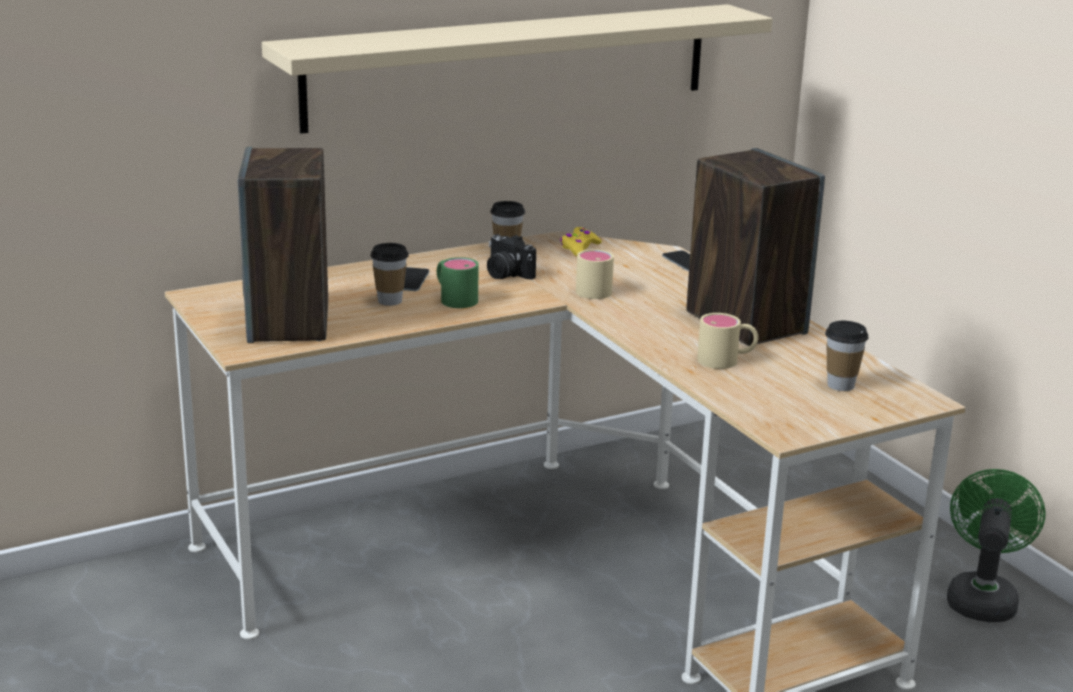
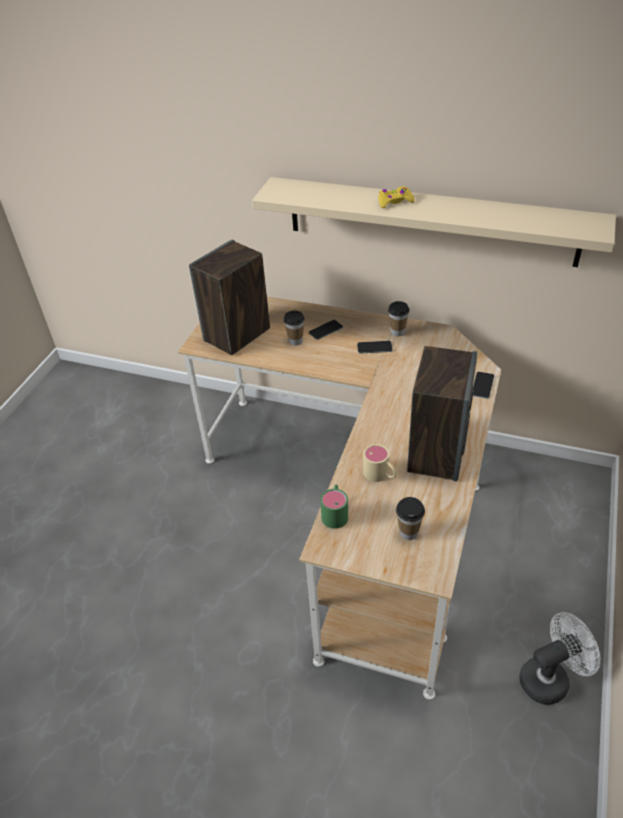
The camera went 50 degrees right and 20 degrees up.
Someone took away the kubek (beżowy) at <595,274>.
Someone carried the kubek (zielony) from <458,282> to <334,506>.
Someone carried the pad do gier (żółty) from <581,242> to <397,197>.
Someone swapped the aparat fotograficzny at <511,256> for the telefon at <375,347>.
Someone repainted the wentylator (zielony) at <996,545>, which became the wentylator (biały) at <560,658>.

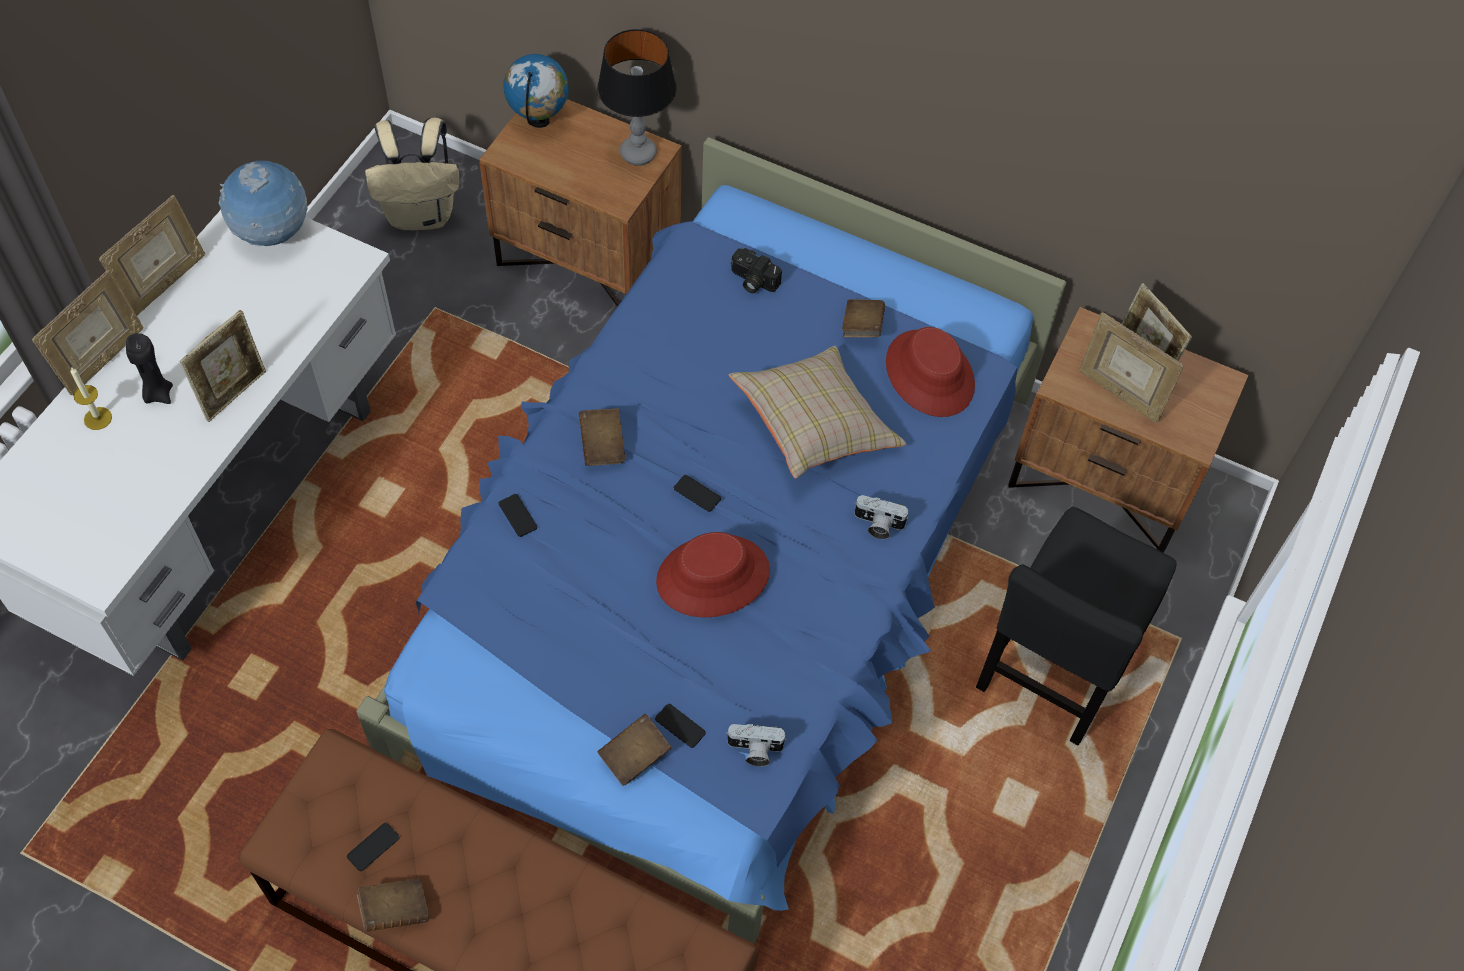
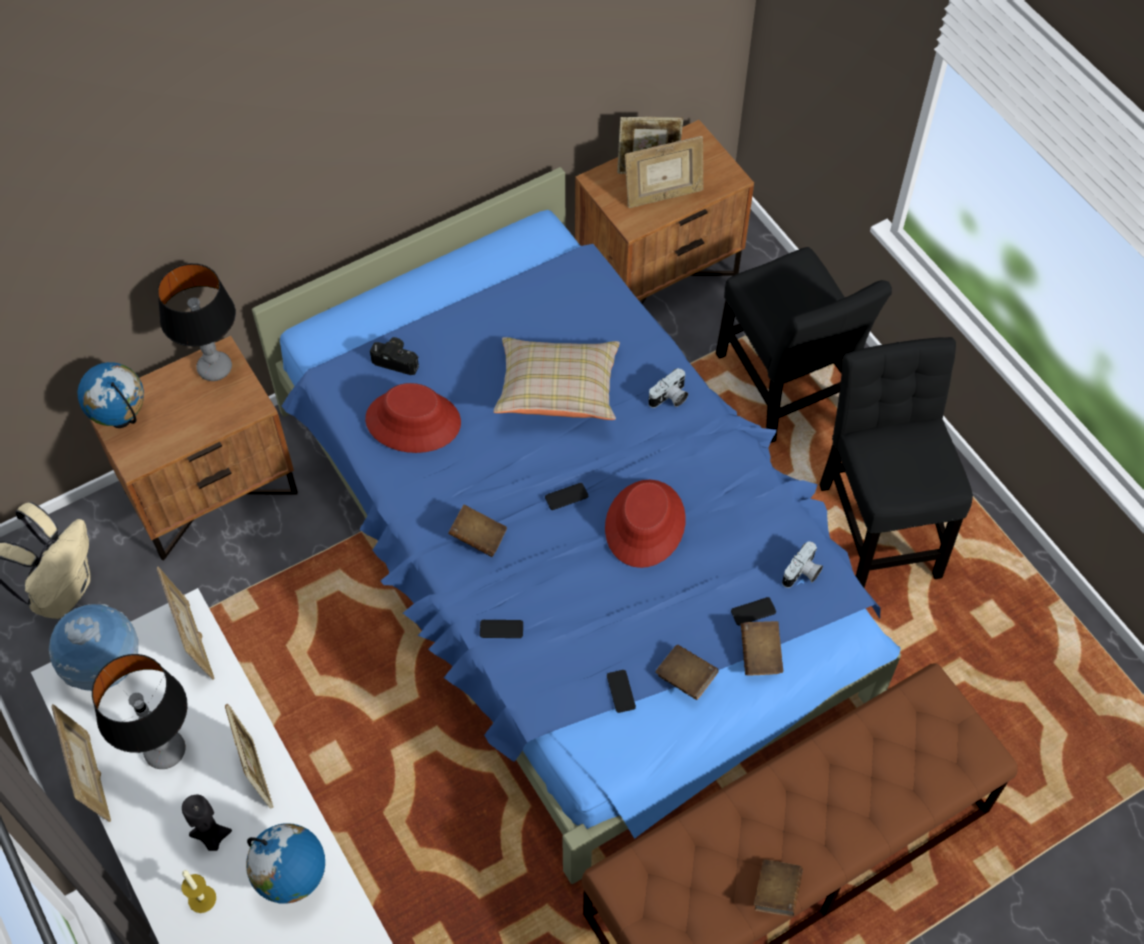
The camera went 55 degrees left and 0 degrees up.
Someone put down the lampa stołowa at <140,711>.
Someone put down the globus at <285,864>.
Someone put down the krzesło (czarny) at <896,462>.
Someone carried the ramka na zdjęcie from <87,332> to <186,623>.
Someone carried the telefon from <373,847> to <621,691>.
Someone carried the książka (brązowy) from <863,318> to <687,672>.
Someone carried the kapelusz (czerwony) from <930,372> to <413,418>.
Someone rotated the aparat fotograficzny at <756,270> by 135 degrees counterclockwise.

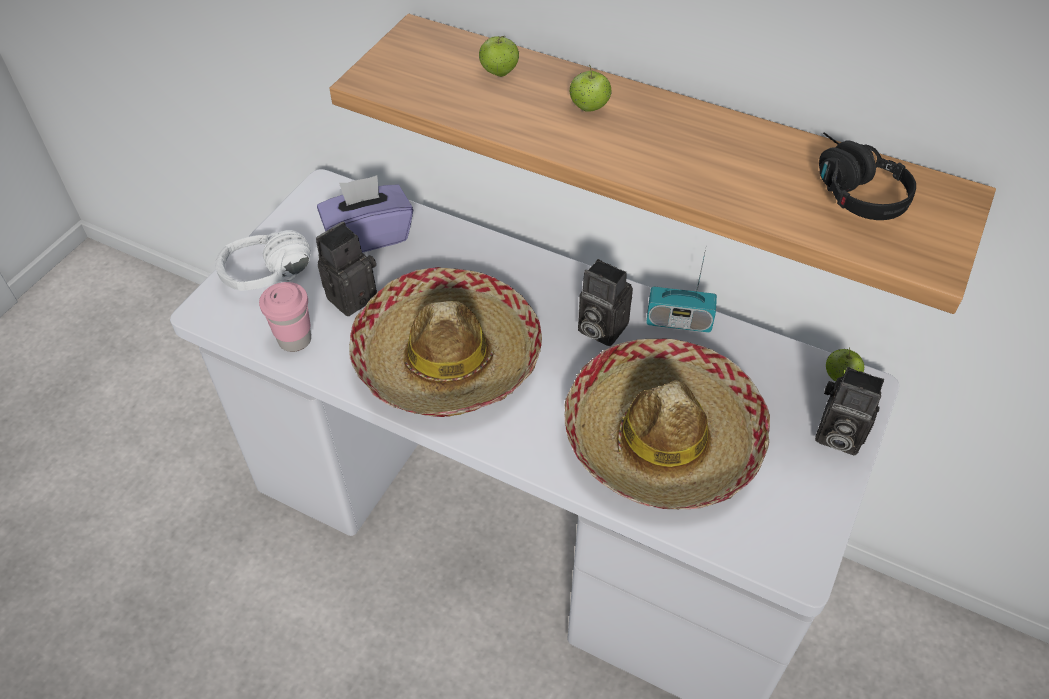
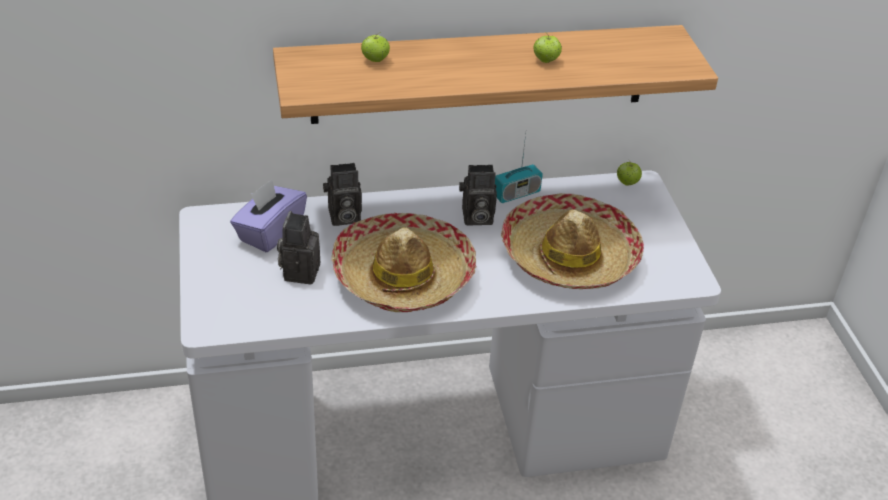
The camera went 40 degrees left and 10 degrees down.
Someone took away the słuchawki (biały) at <263,260>.
Someone took away the filiżanka (różowy) at <285,317>.
Someone took away the słuchawki (czarny) at <867,176>.
Someone carried the jabłko from <591,88> to <548,47>.
Someone carried the aparat fotograficzny from <849,411> to <342,194>.

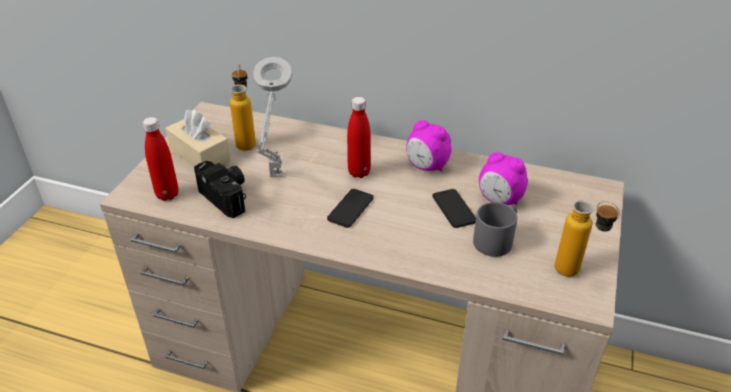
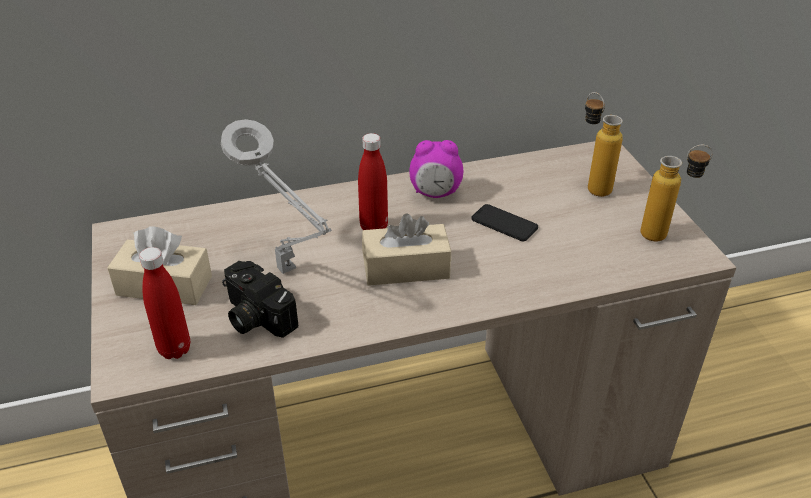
The camera went 35 degrees left and 0 degrees up.
Someone took away the kubek (szary) at <495,229>.
Someone took away the budzik at <503,178>.
Someone carried the butelka from <243,107> to <604,144>.
Someone swapped the telefon at <350,208> for the pudełko chusteczek (beżowy) at <406,249>.
Someone rotated the aparat fotograficzny at <220,189> by 150 degrees counterclockwise.

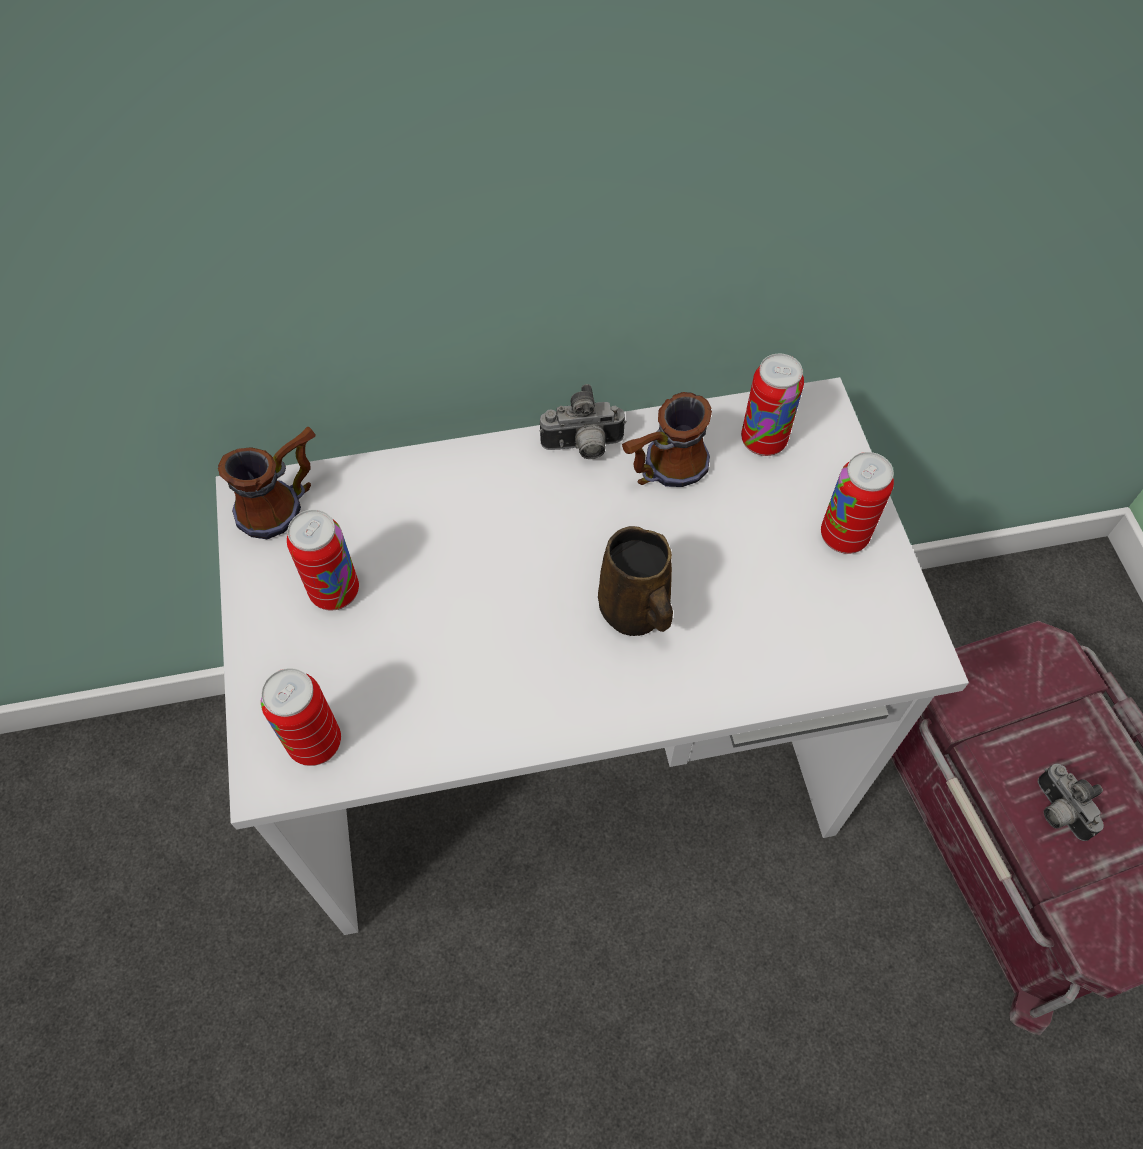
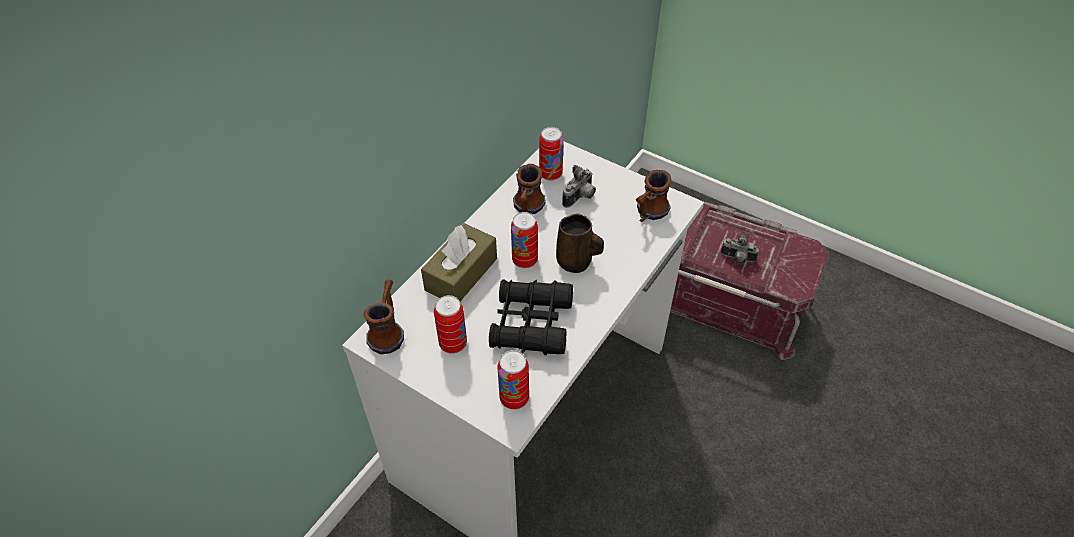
The camera went 45 degrees left and 10 degrees down.
Someone put down the pudełko chusteczek (brązowy) at <459,262>.
Someone put down the lornetka (czarny) at <531,317>.
Someone put down the kubek at <654,196>.
Someone carried the aparat fotograficzny from <583,421> to <579,186>.
Someone carried the puszka from <857,503> to <524,240>.

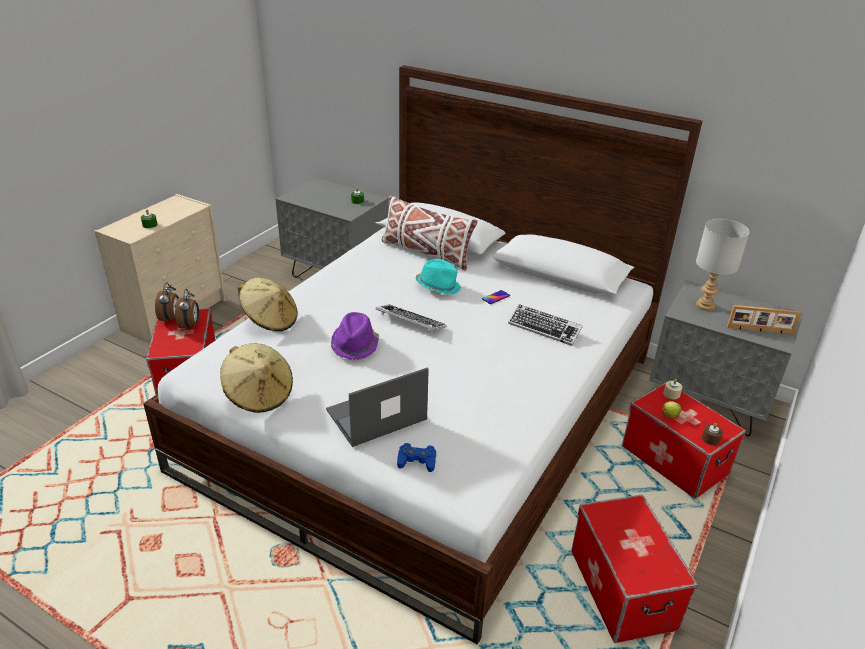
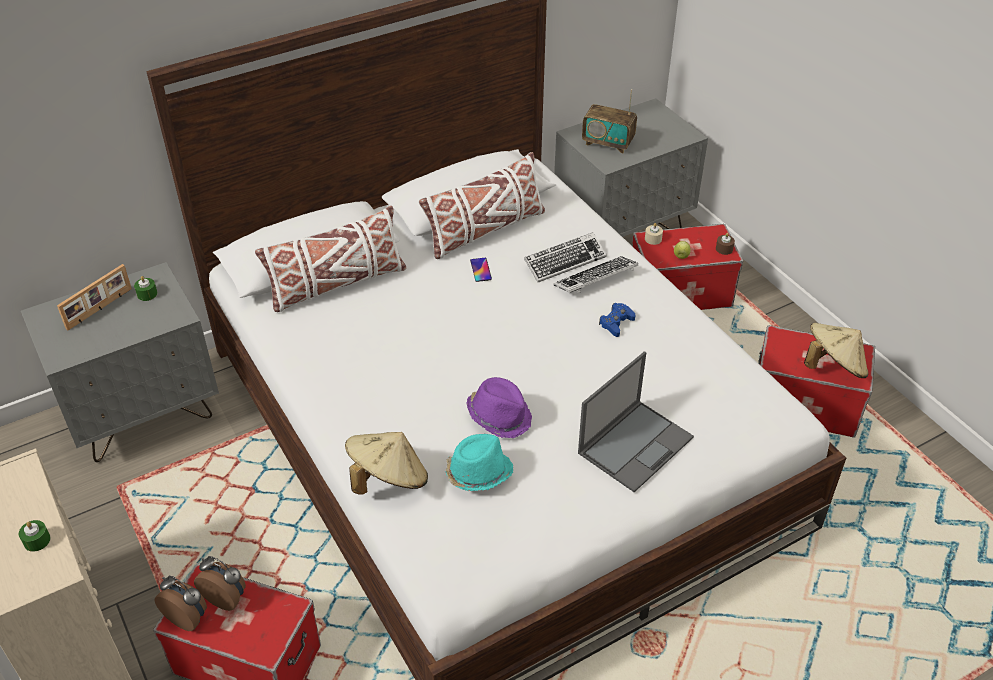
The camera went 60 degrees left and 10 degrees up.
Someone put down the poduszka (biały) at <482,205>.
Someone carried the kapelusz (beżowy) from <256,378> to <836,350>.
Someone carried the klawiatura from <411,318> to <596,274>.
Someone carried the pad do gier (niebieski) from <416,457> to <617,320>.
Someone carried the kapelusz (turkusowy) from <438,277> to <479,462>.
Someone carried the ramka na zdjęcie from <764,319> to <94,297>.
Someone swapped the lampa stołowa (szary) at <723,265> for the radio at <609,121>.
Someone rotated the laptop at <377,407> by 135 degrees counterclockwise.

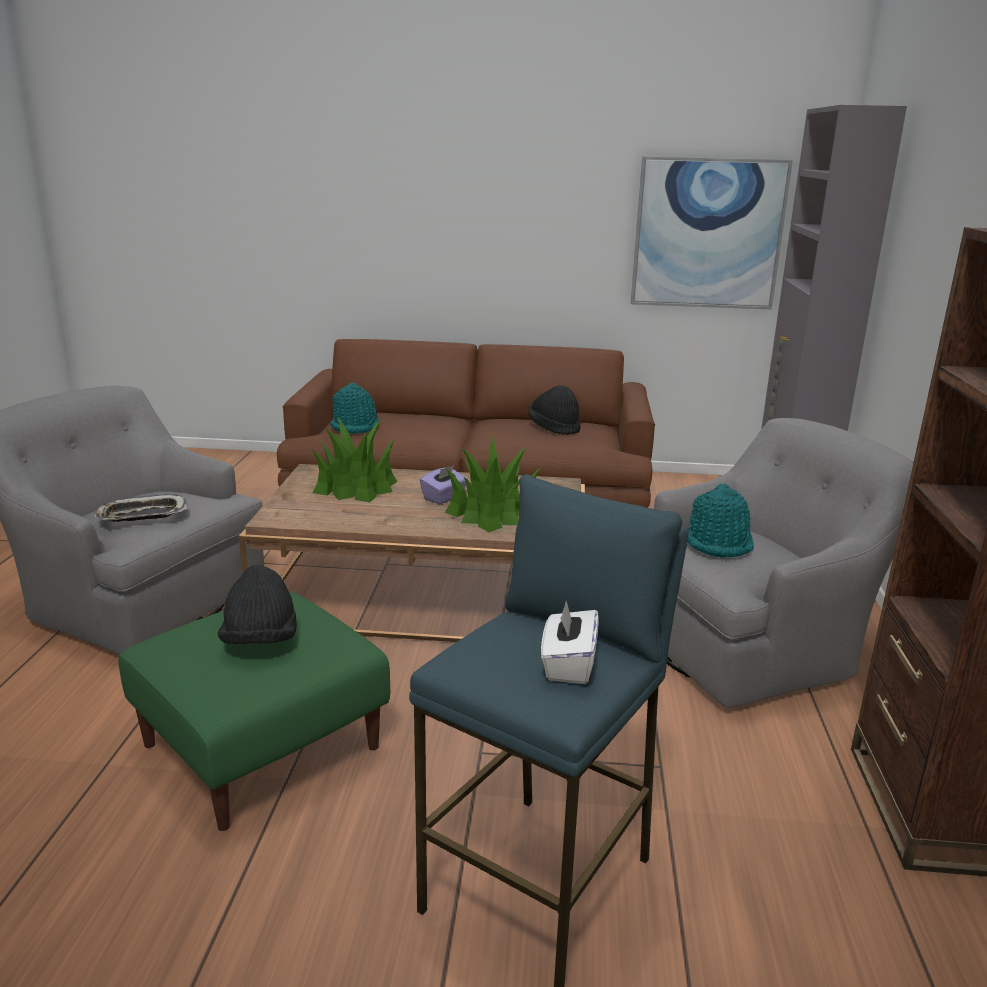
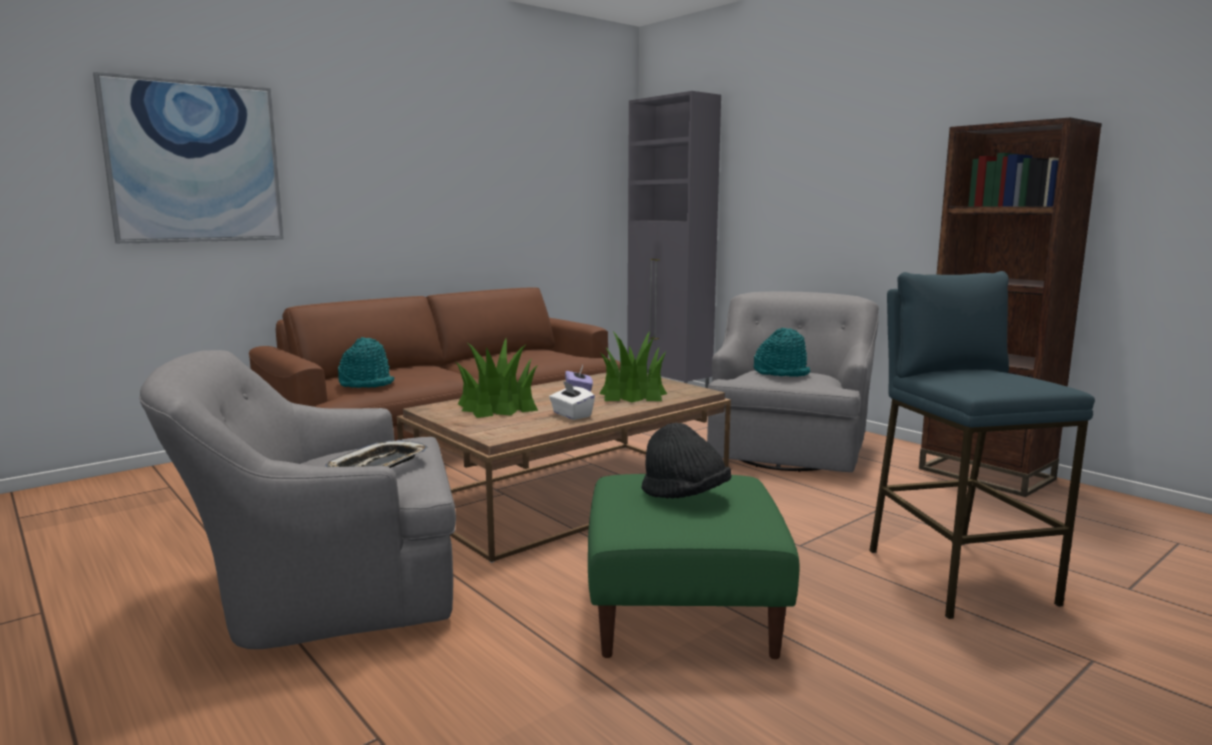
The camera went 45 degrees left and 10 degrees down.
Someone took away the kapelusz (czarny) at <554,410>.
Someone carried the pudełko chusteczek (biały) from <570,642> to <572,400>.
Someone carried the obraz from <712,233> to <188,158>.

